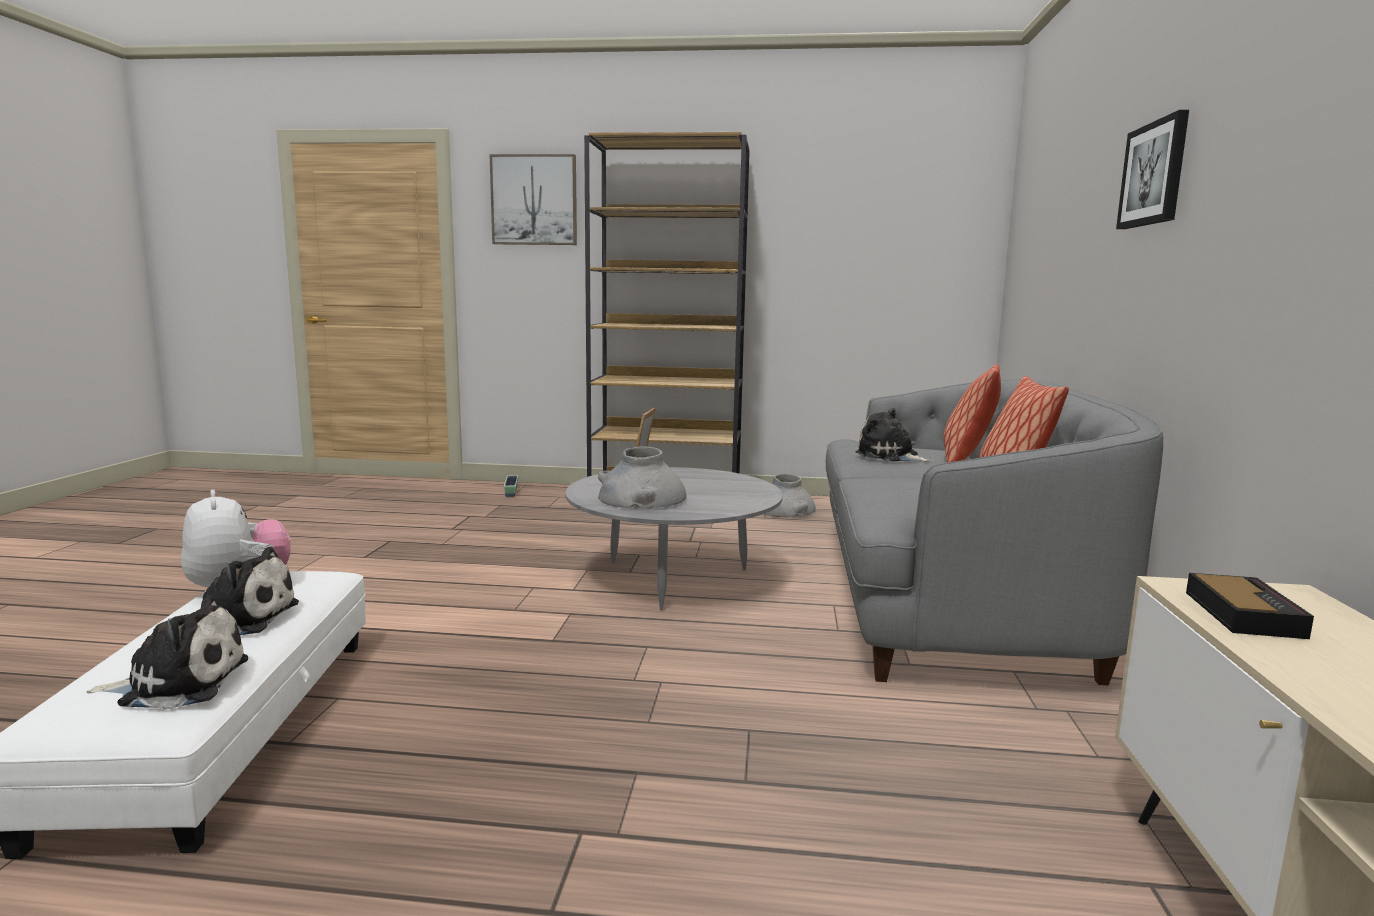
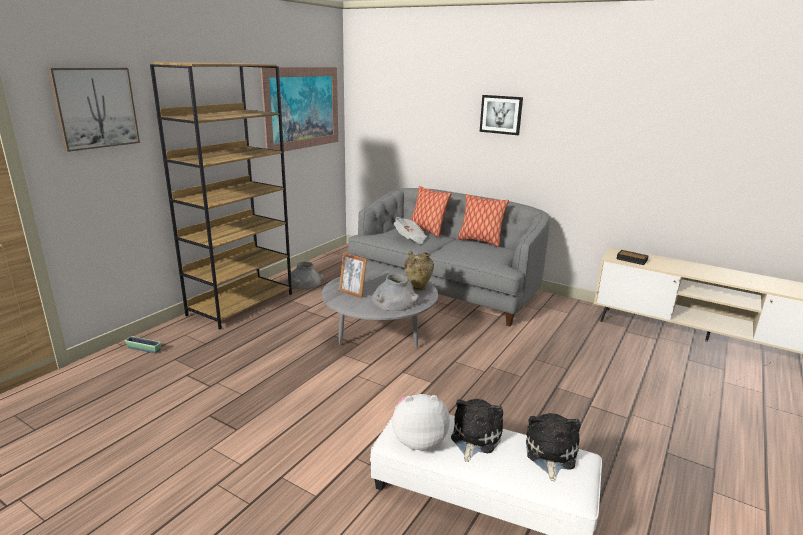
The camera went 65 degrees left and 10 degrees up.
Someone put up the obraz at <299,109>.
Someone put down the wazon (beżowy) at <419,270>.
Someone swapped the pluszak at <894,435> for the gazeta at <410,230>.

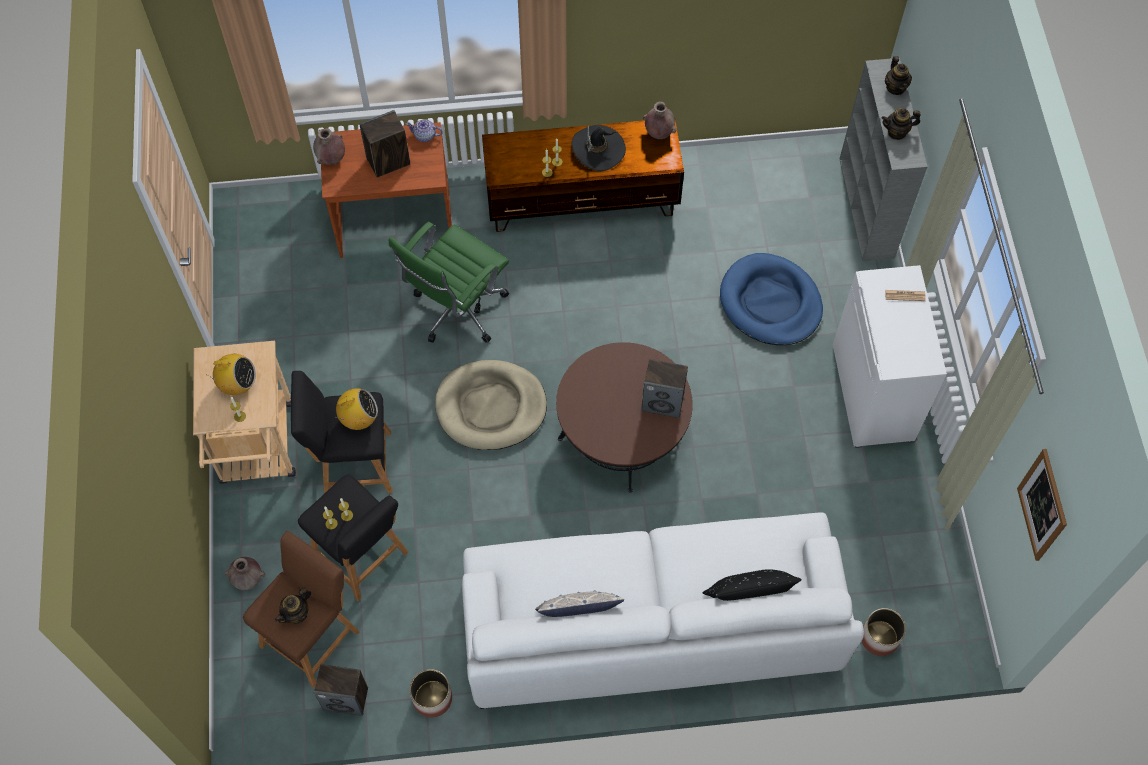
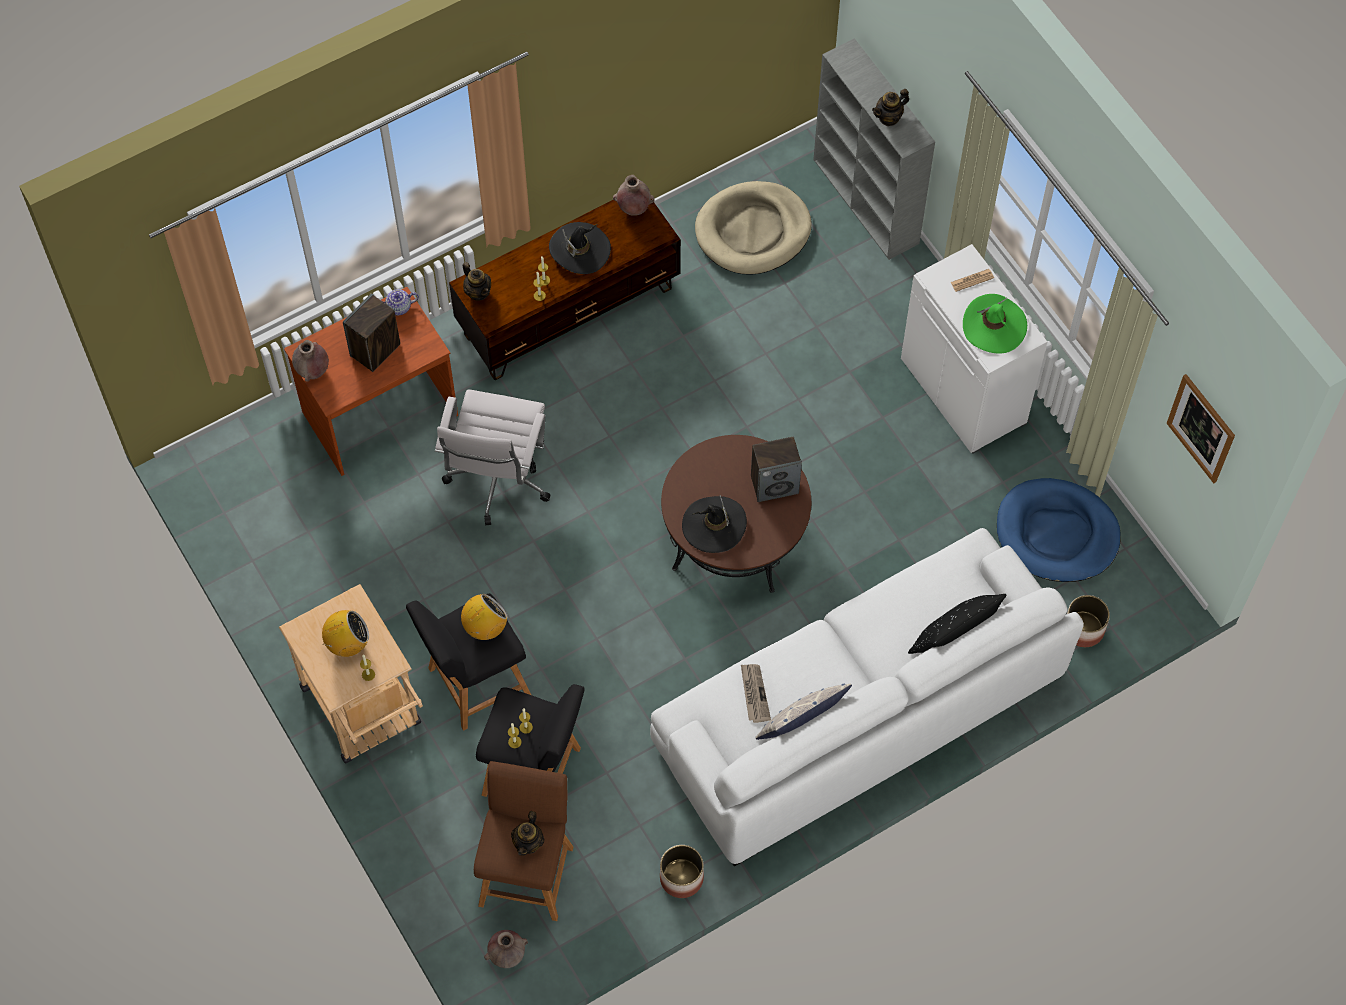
The camera went 25 degrees left and 0 degrees up.
Someone took away the głośnik at <341,690>.
Someone put down the kapelusz (czarny) at <714,524>.
Someone put down the gazeta at <756,693>.
Someone put down the kapelusz (zielony) at <995,323>.
Someone carried the wazon (brązowy) from <245,573> to <506,949>.
Someone carried the legowisko (beżowy) from <491,405> to <753,228>.
Someone carried the legowisko (niebieski) from <771,299> to <1059,530>.
Someone carried the imbryk from <898,75> to <476,281>.
Someone repainted the krzesło biurowe (zielony) at <449,282>, which became the krzesło biurowe (biały) at <492,457>.

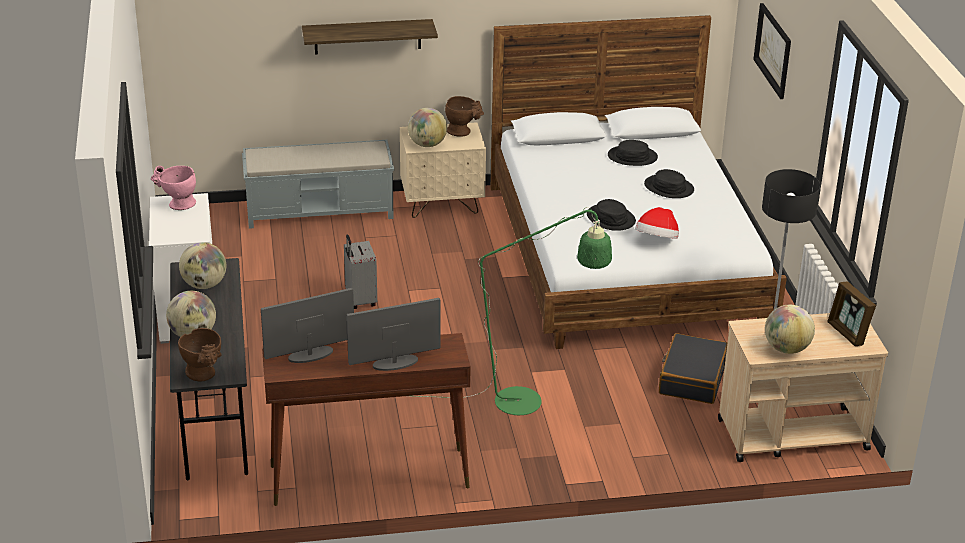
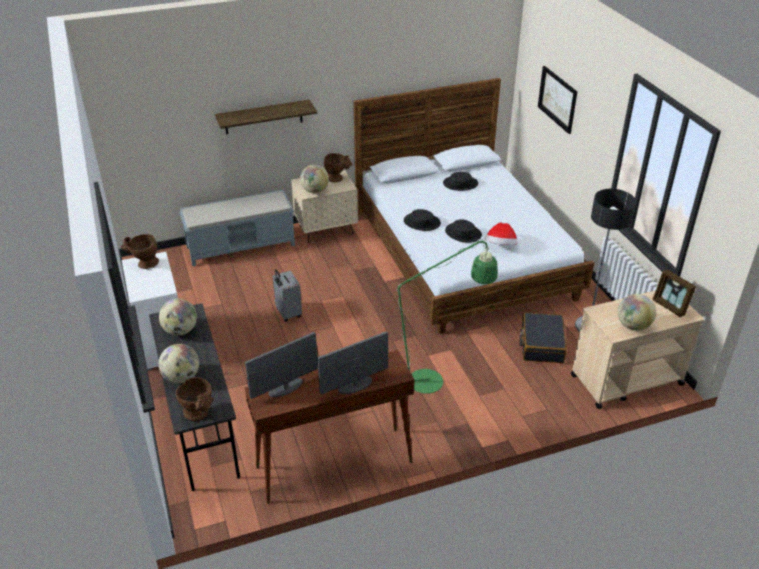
The camera went 10 degrees left and 5 degrees up.
Someone carried the kapelusz (czarny) from <669,183> to <422,220>.
Someone repainted the wazon (różowy) at <173,188>, which became the wazon (brązowy) at <140,251>.

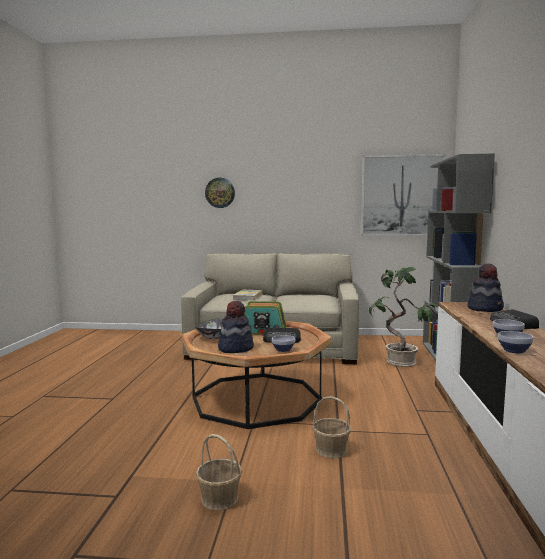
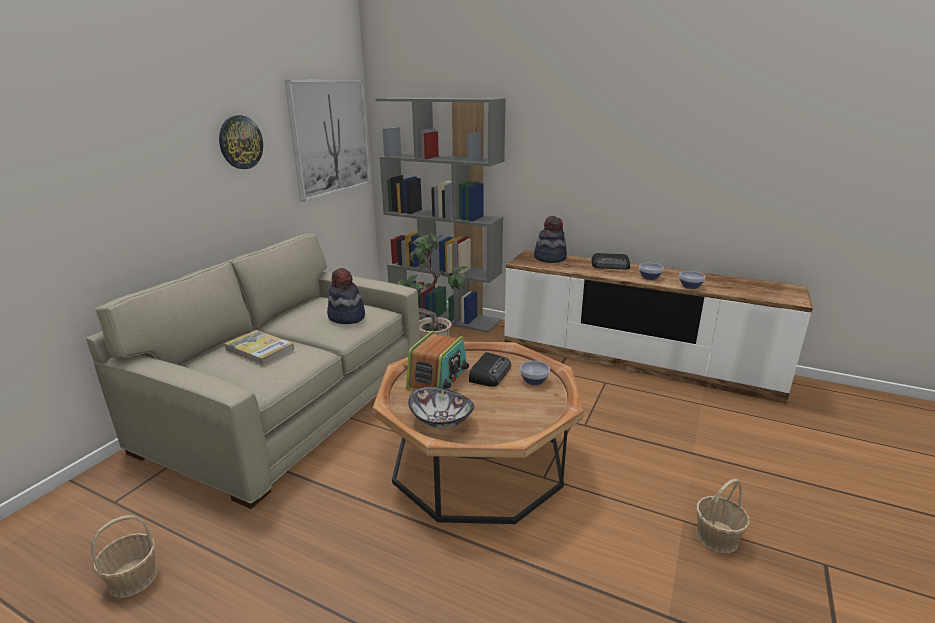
The camera went 70 degrees left and 15 degrees up.
Someone carried the zegar ścienny from <220,193> to <241,142>.
Someone carried the kapelusz from <236,327> to <346,296>.
Someone carried the koszyk from <331,427> to <124,556>.

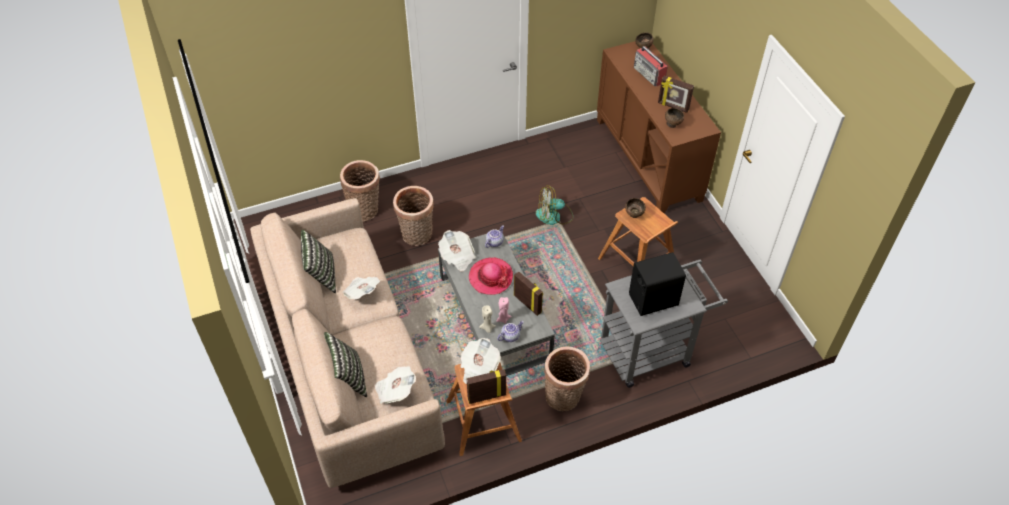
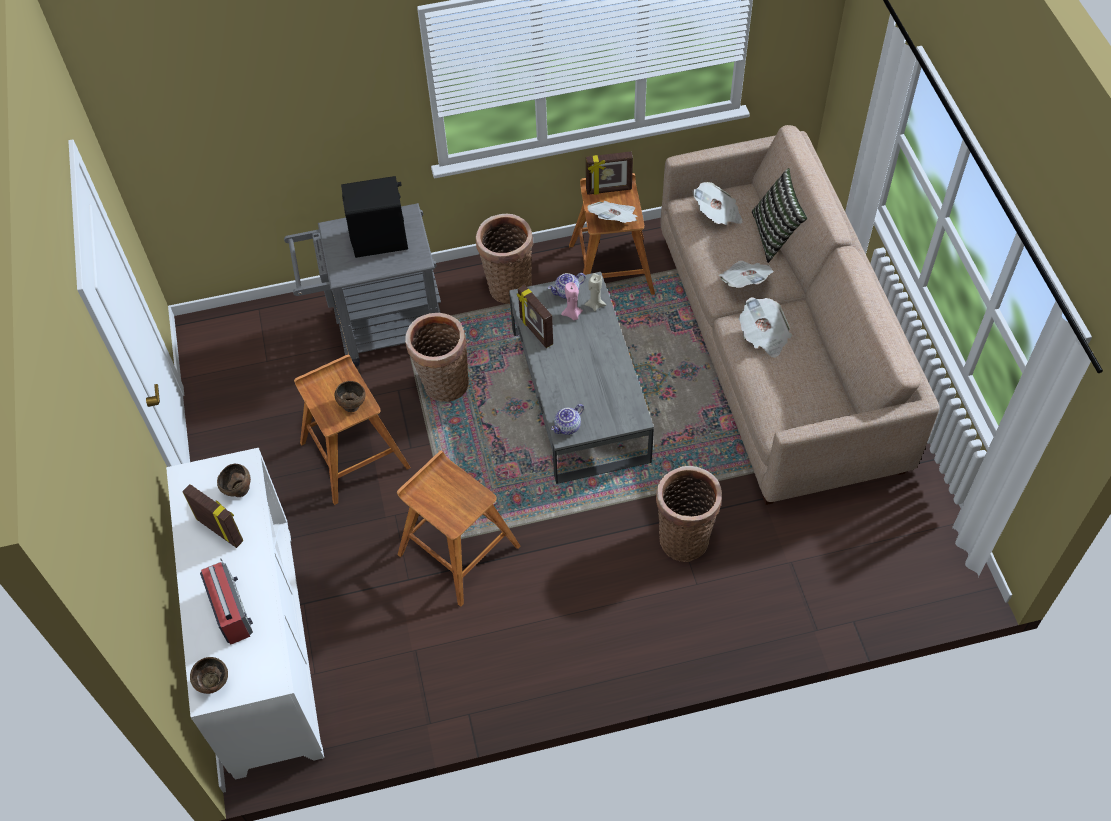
The camera went 170 degrees left and 5 degrees up.
Someone took away the poduszka at <318,261>.
Someone took away the kapelusz at <491,276>.
Someone carried the koszyk from <360,191> to <437,357>.
Someone carried the gazeta from <457,250> to <746,274>.
Someone swapped the wentylator at <554,205> for the stołek (brązowy) at <459,529>.
Someone repainted the szafka (brązowy) at <659,127>, which became the szafka (biały) at <245,614>.

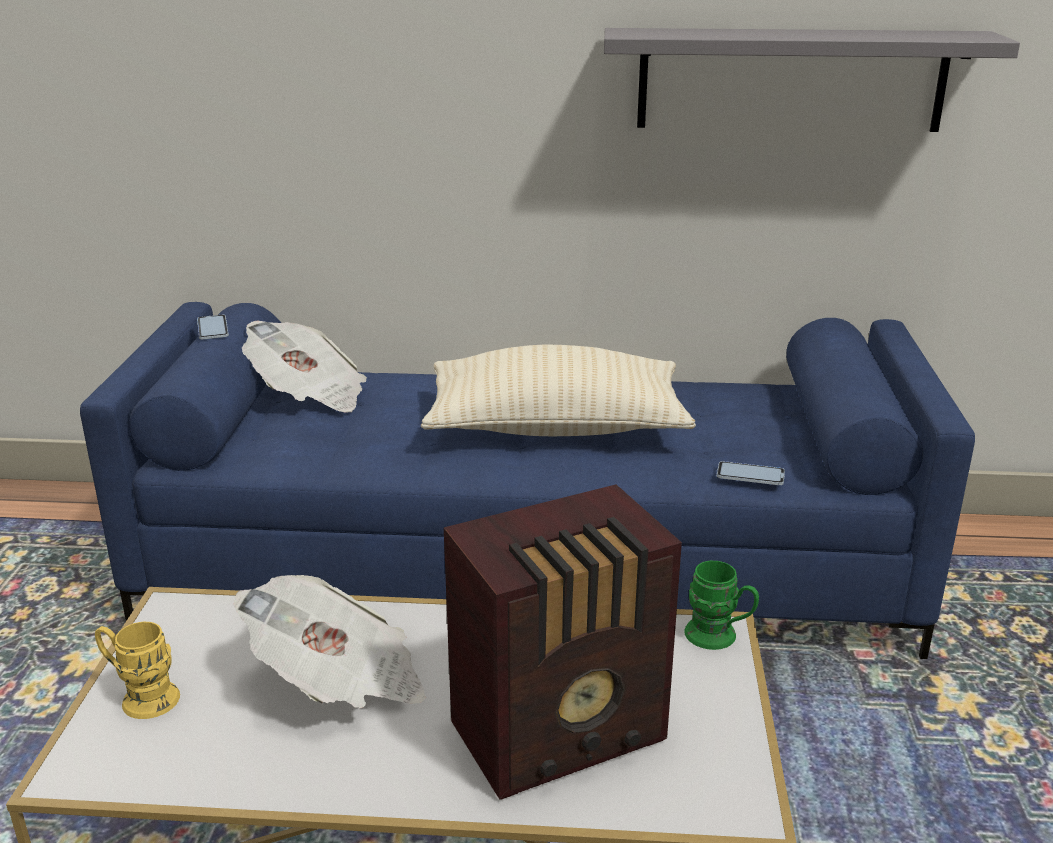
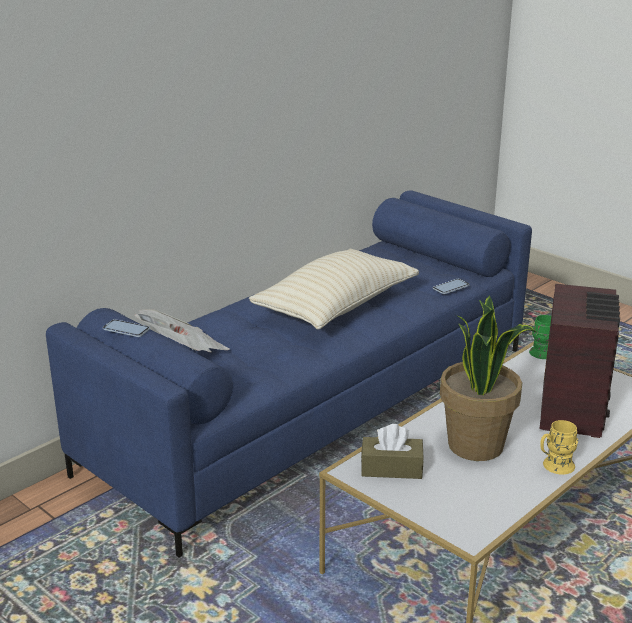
The camera went 50 degrees left and 0 degrees up.
Someone took away the półka (szary) at <812,80>.
Someone put down the pudełko chusteczek (brązowy) at <392,451>.
Someone carried the kubek (żółty) from <137,670> to <559,447>.
Someone swapped the gazeta at <330,641> for the roślina doniczkowa at <488,378>.

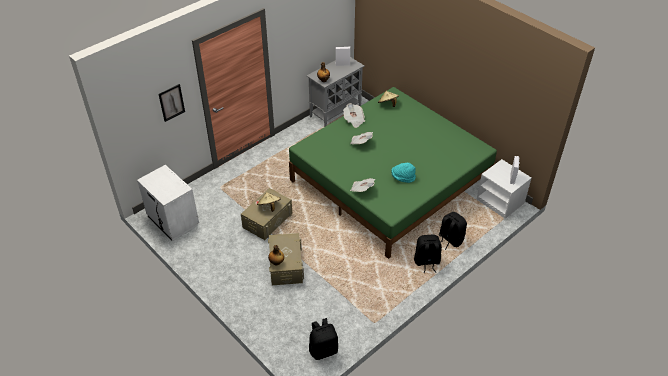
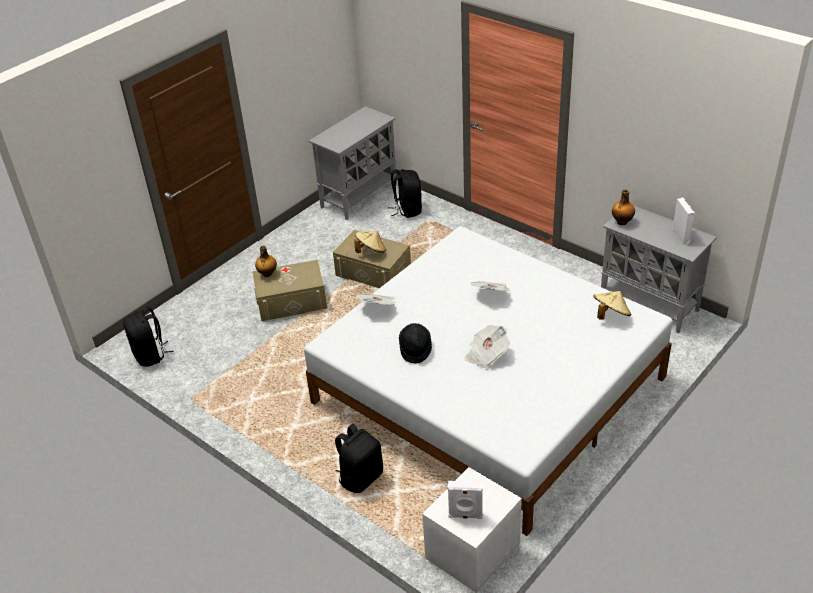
The camera went 85 degrees right and 5 degrees down.
Someone took away the obraz at <171,103>.
Someone carried the gazeta from <354,115> to <487,346>.
Someone carried the plecak (czarny) from <428,253> to <405,193>.
Someone swapped the szafka nocna (biały) at <168,203> for the szafka (szary) at <353,163>.
Someone repainted the łóżko (zielony) at <393,173>, which became the łóżko (biały) at <488,381>.
Someone repainted the kapelusz (turkusowy) at <403,173>, which became the kapelusz (czarny) at <415,343>.

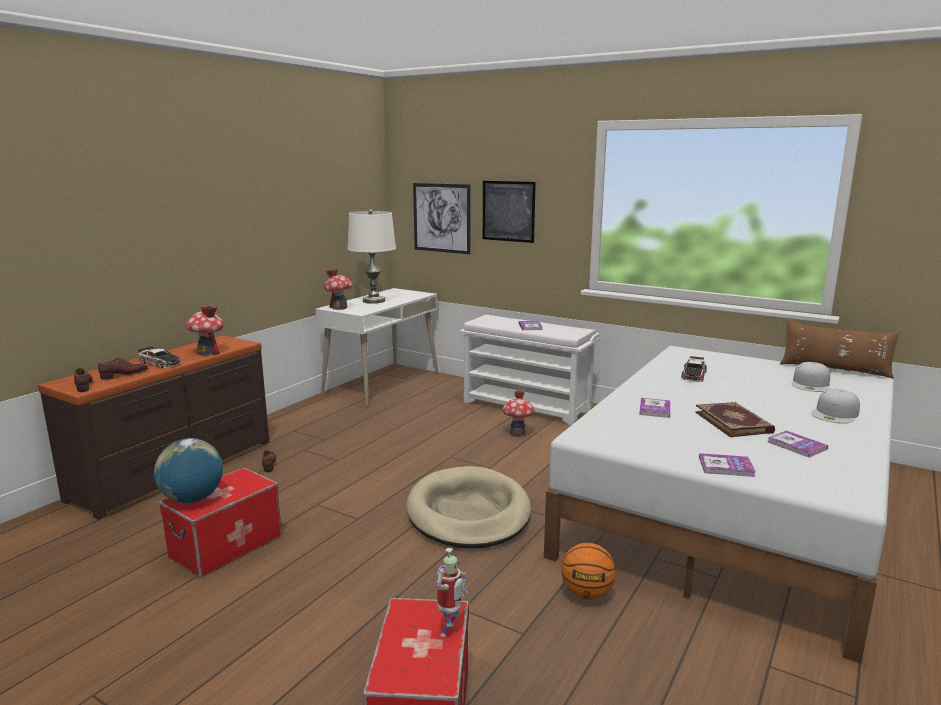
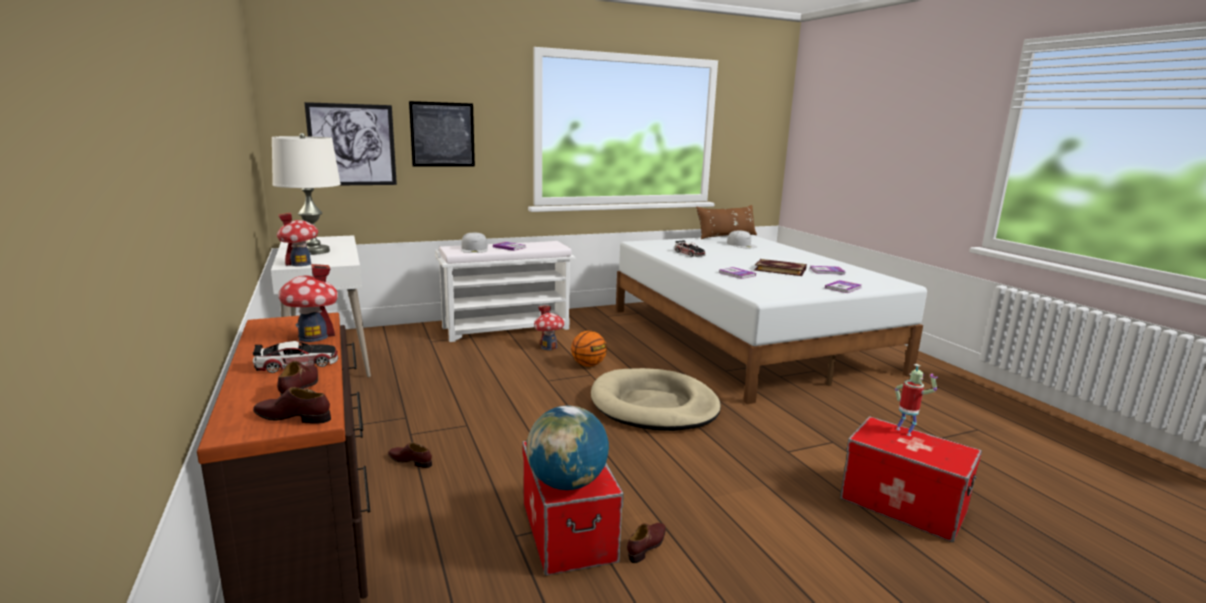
The camera went 55 degrees left and 0 degrees up.
Someone put down the but (brązowy) at <646,543>.
Someone carried the piłka do koszykówki from <588,571> to <589,349>.
Someone carried the czapka z daszkiem (biały) from <835,406> to <474,242>.

